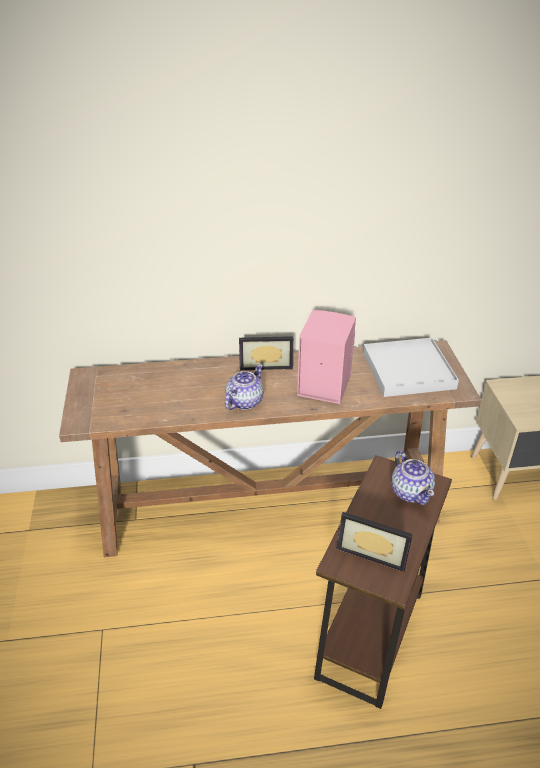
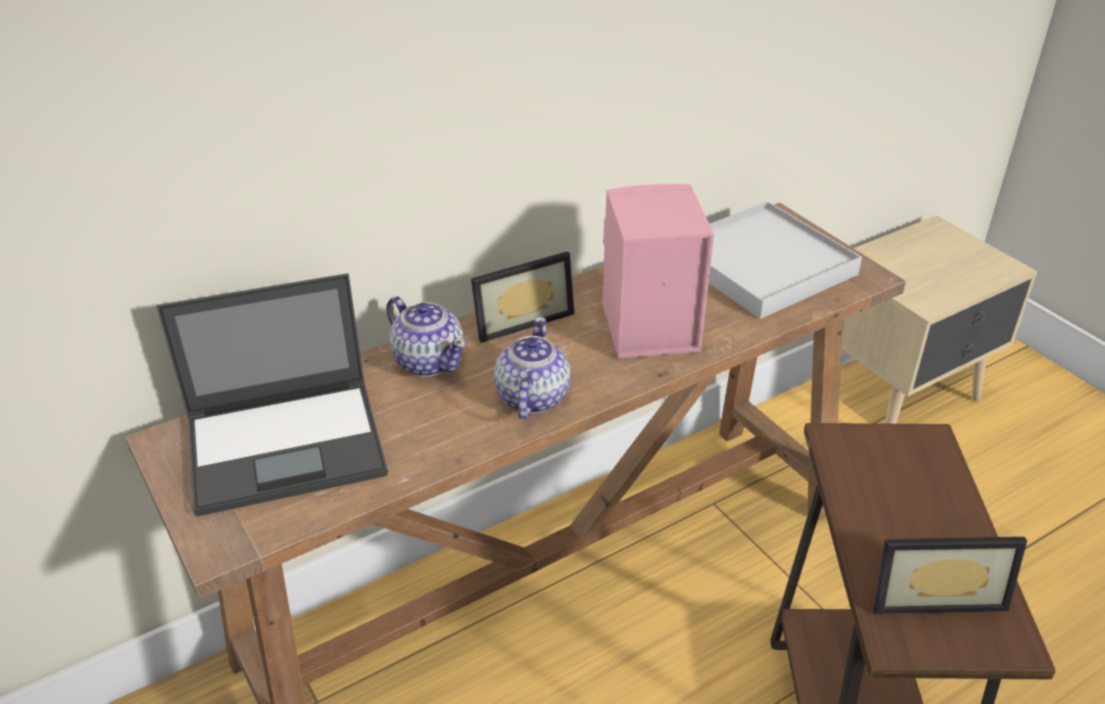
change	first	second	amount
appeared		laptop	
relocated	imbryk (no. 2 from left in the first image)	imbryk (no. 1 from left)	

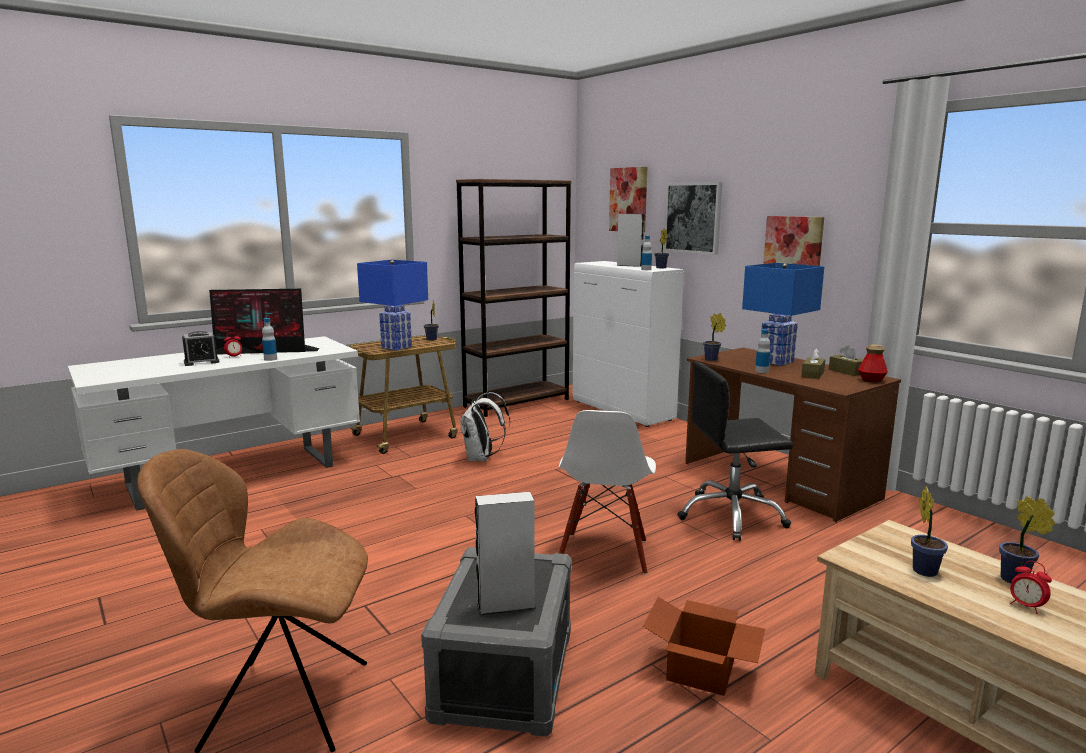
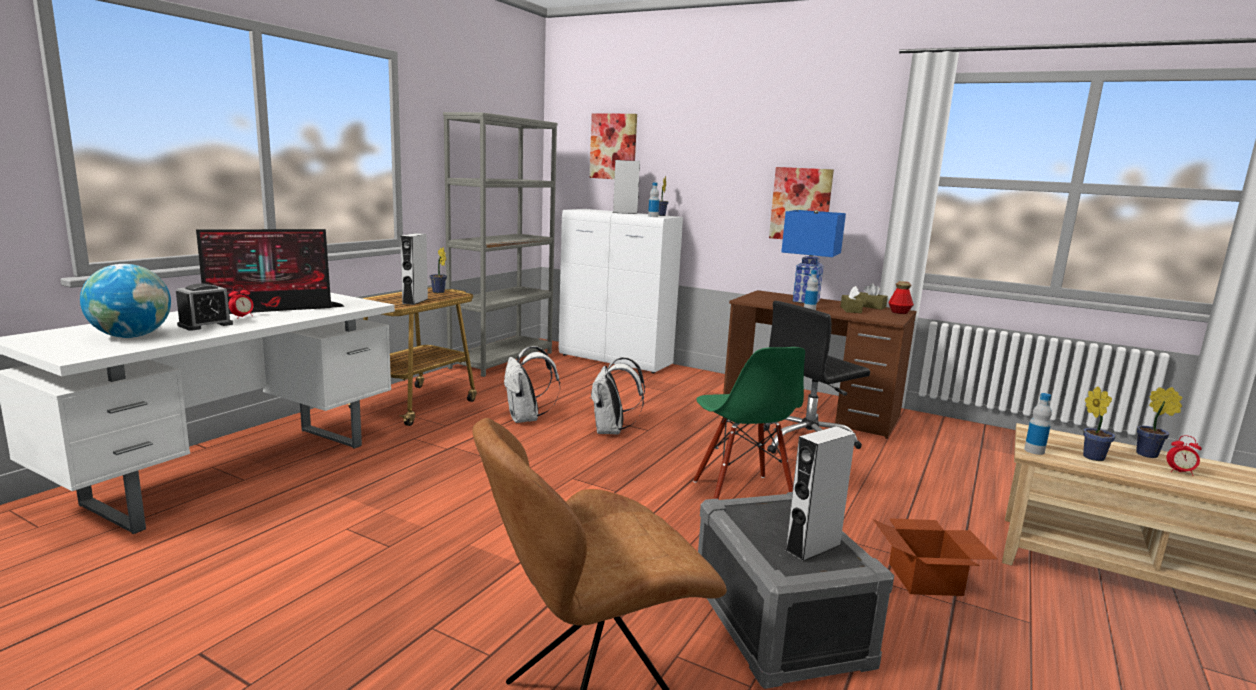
change	first	second	amount
missing	obraz (no. 2 from left)		
missing	roślina doniczkowa (no. 3 from left)		
appeared		globus	
appeared		plecak (biały) (no. 2 from left)	
relocated	butelka (no. 1 from left in the first image)	butelka (no. 4 from left)	
exchanged	lampa stołowa (niebieski) (no. 1 from left)	głośnik (szary) (no. 1 from left)	
colour	regał (brązowy)	regał (szary)	
colour	krzesło (biały)	krzesło (zielony)	

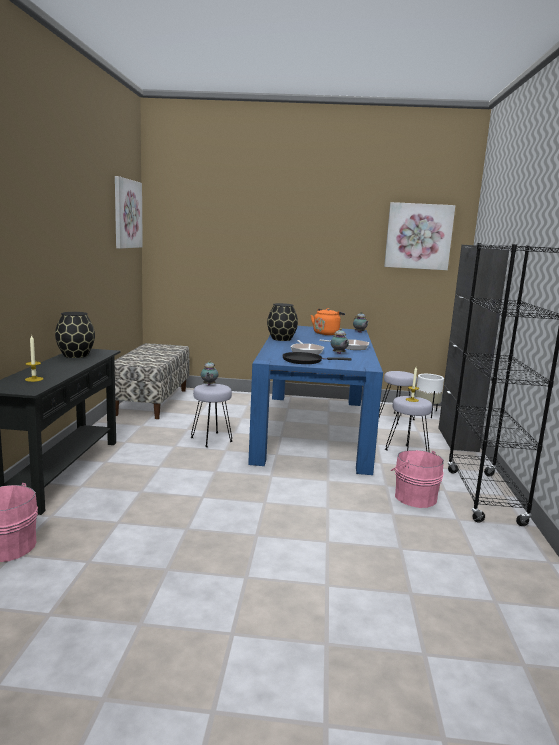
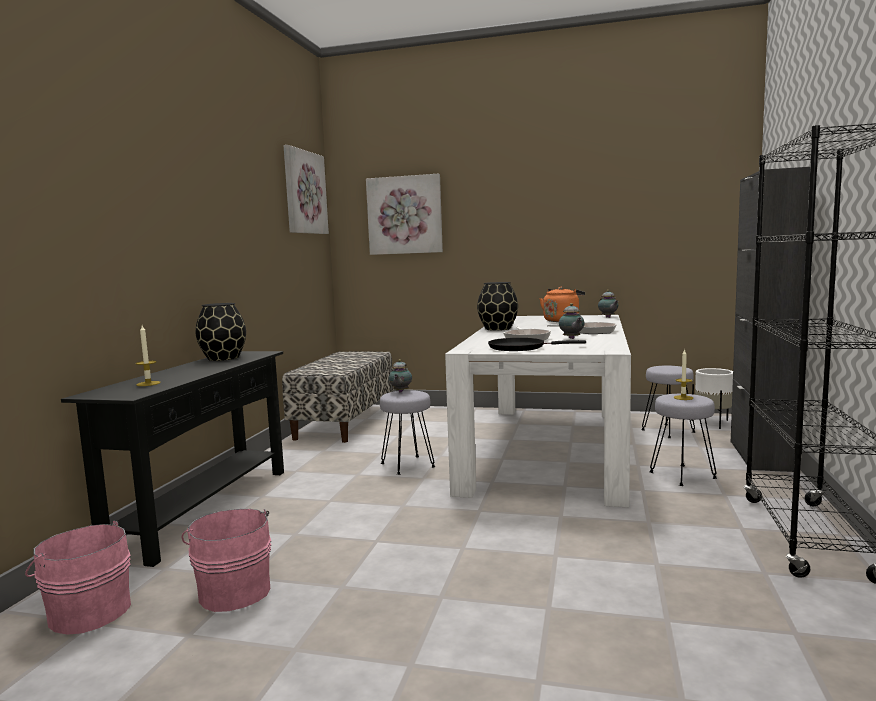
change	first	second	amount
relocated	obraz (no. 2 from left)		
relocated	wiadro (różowy) (no. 2 from left)		
colour	stół jadalny (niebieski)	stół jadalny (biały)	

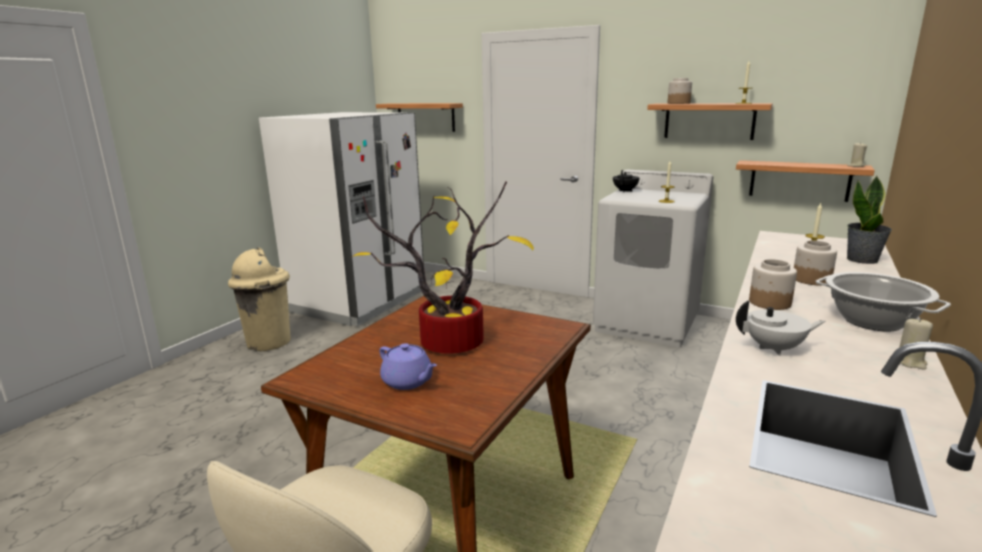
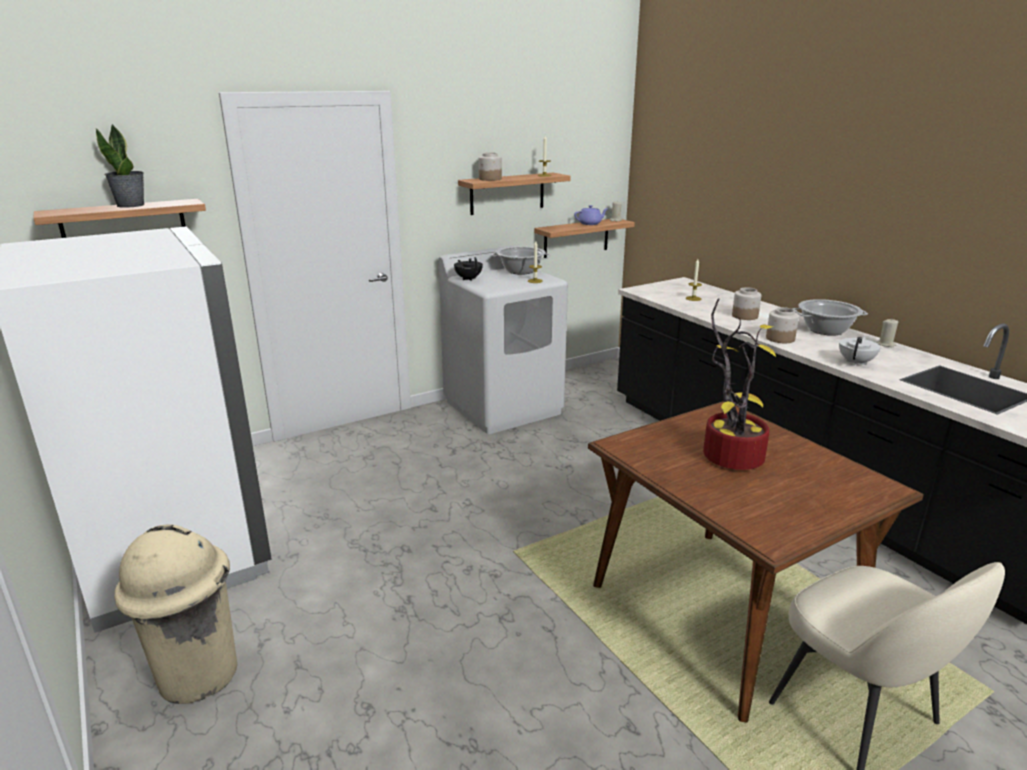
change	first	second	amount
appeared		garnek (no. 1 from left)	
relocated	imbryk (fioletowy)		
relocated	roślina doniczkowa (no. 2 from left in the first image)	roślina doniczkowa (no. 1 from left)	

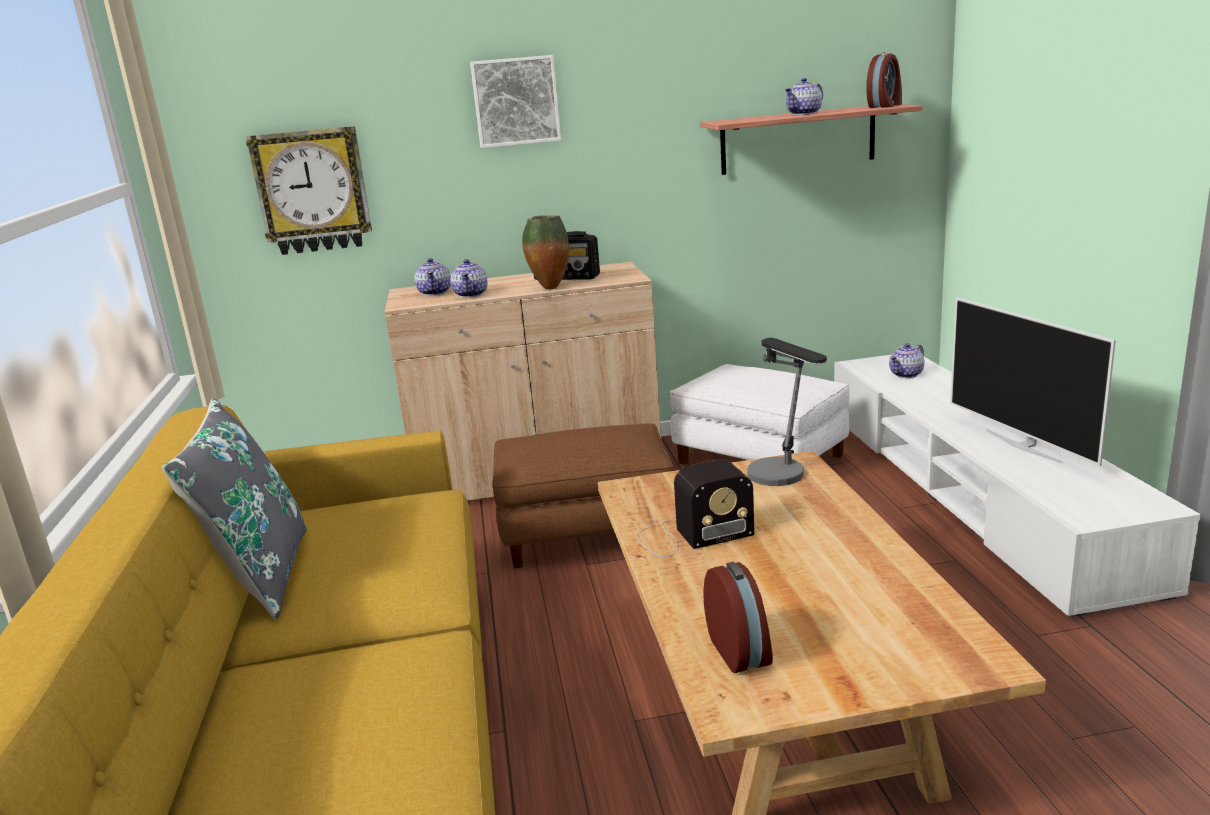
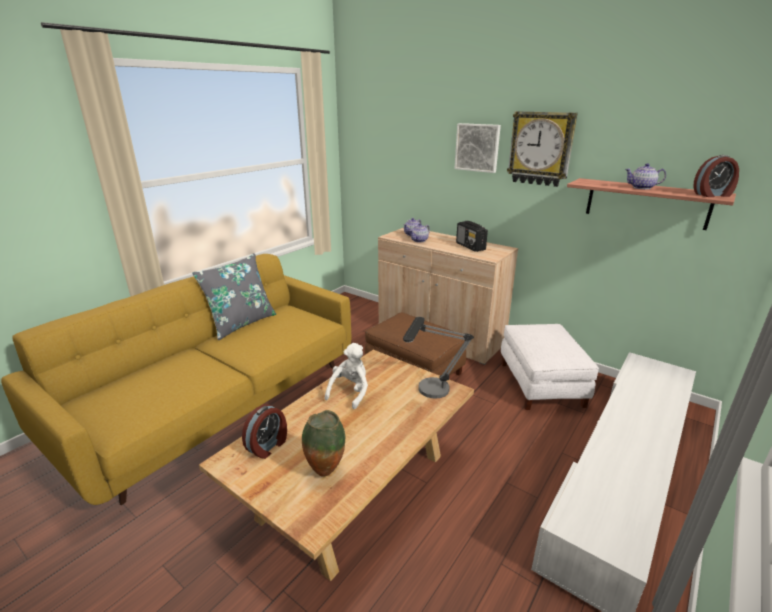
change	first	second	amount
missing	imbryk (no. 4 from left)		
missing	telewizor		
relocated	zegar ścienny		
relocated	wazon		
exchanged	radio (no. 2 from left)	pluszak (biały)	

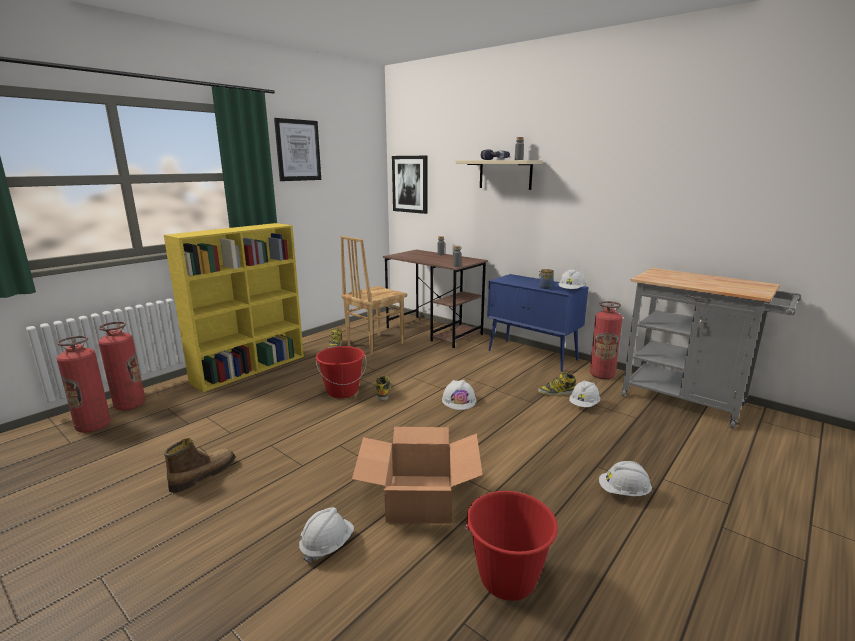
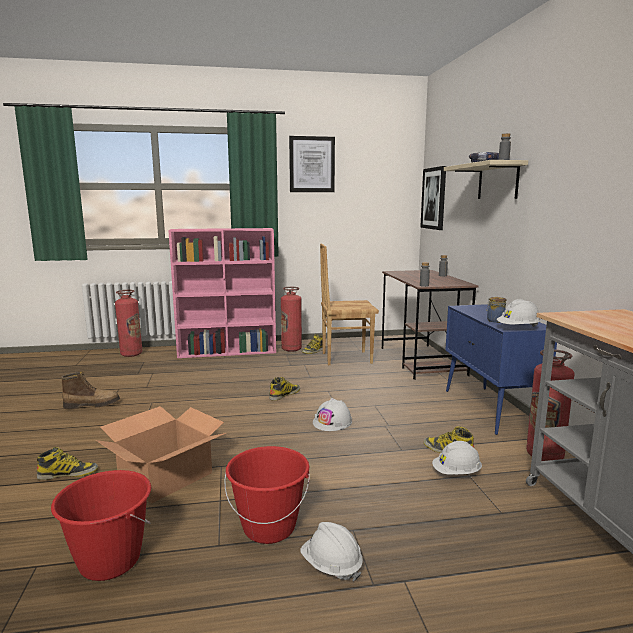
change	first	second	amount
relocated	gaśnica (no. 1 from left in the first image)	gaśnica (no. 2 from left)	
relocated	wiadro (czerwony) (no. 1 from left in the first image)	wiadro (czerwony) (no. 2 from left)	
exchanged	kask (biały) (no. 1 from left)	but z cholewką (no. 1 from left)	
colour	regał (żółty)	regał (różowy)	

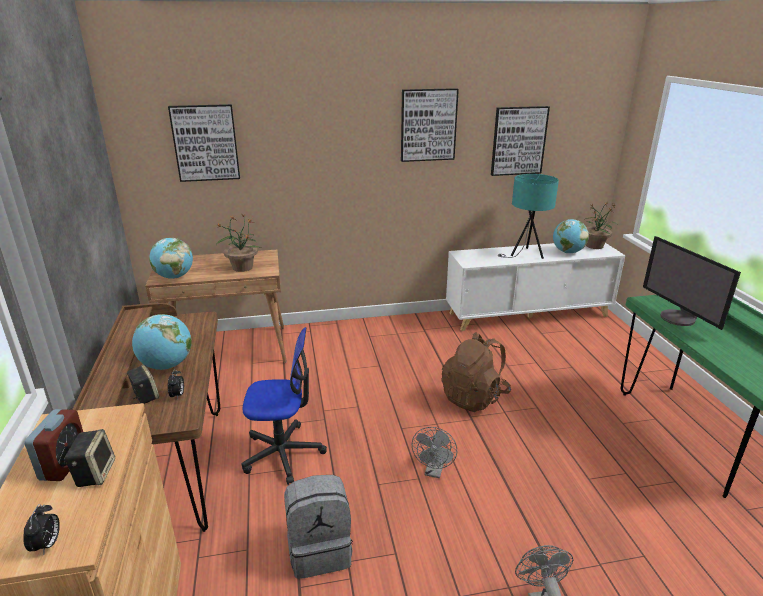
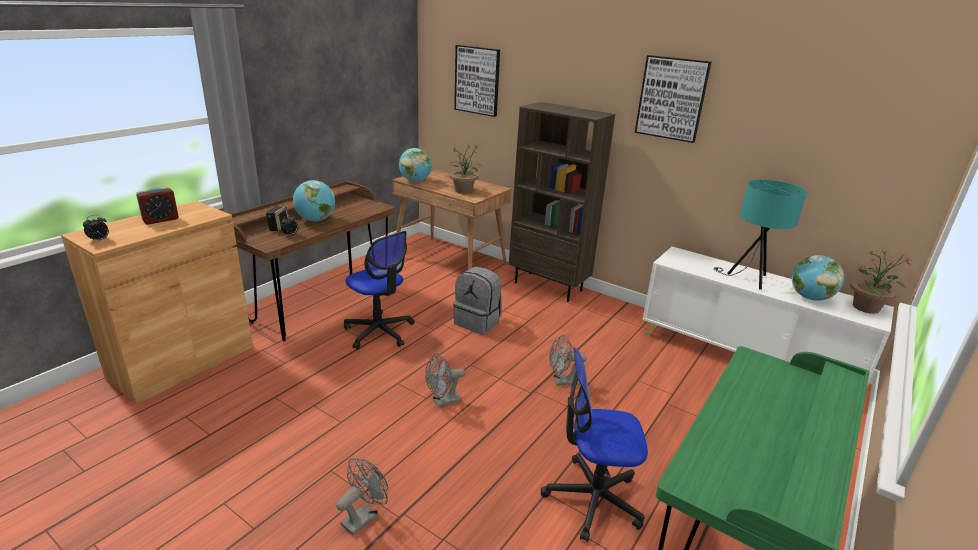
change	first	second	amount
missing	głośnik (no. 1 from left)		
missing	obraz (no. 3 from left)		
missing	monitor		
appeared		regał (brązowy)	
appeared		krzesło biurowe (no. 2 from left)	
relocated	plecak (szary)		
exchanged	plecak (brązowy)	wentylator (szary) (no. 3 from left)	

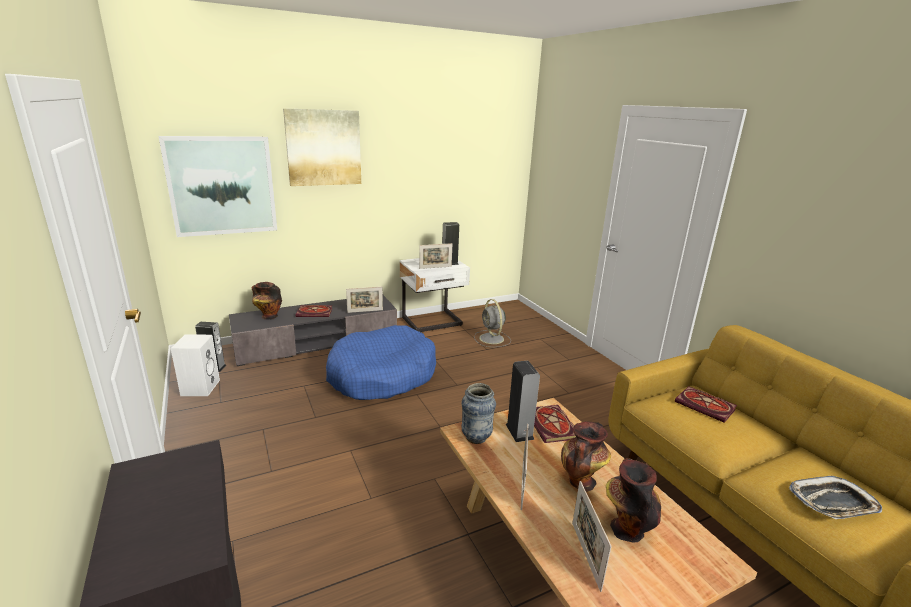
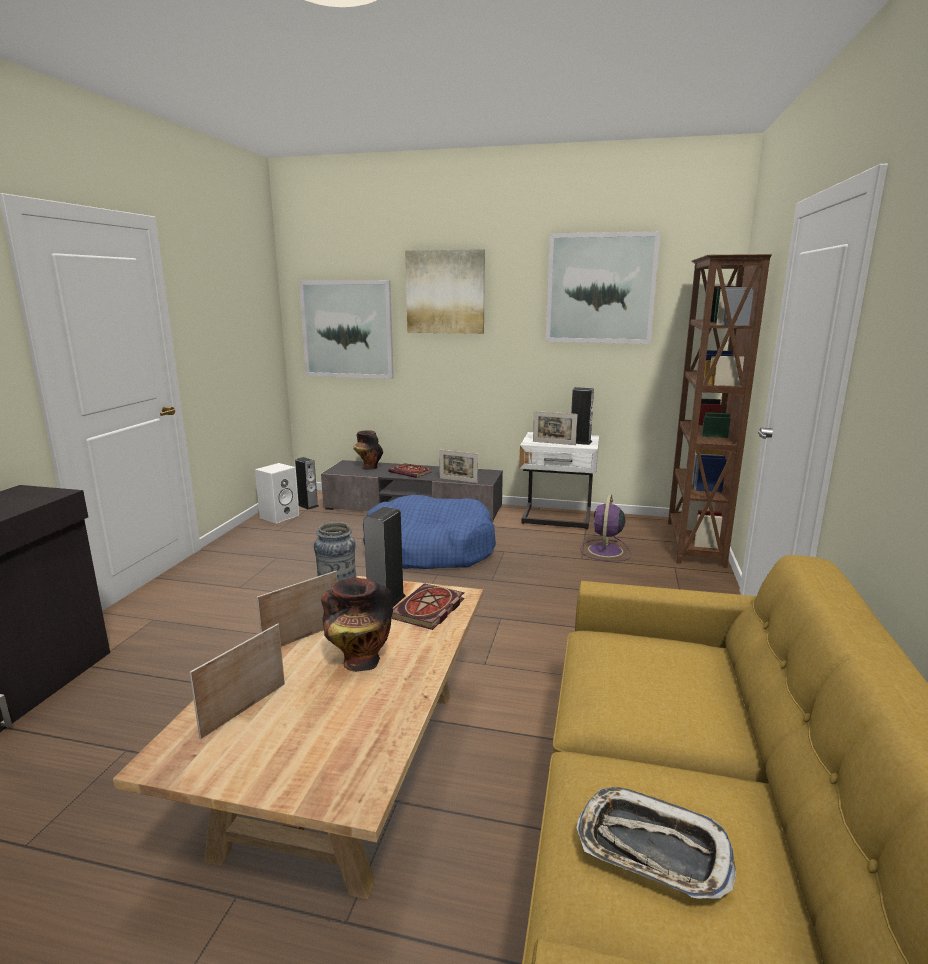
change	first	second	amount
missing	wazon (no. 4 from left)		
missing	książka (no. 3 from left)		
appeared		obraz (no. 3 from left)	
appeared		regał (brązowy)	
colour	wentylator (szary)	wentylator (fioletowy)	

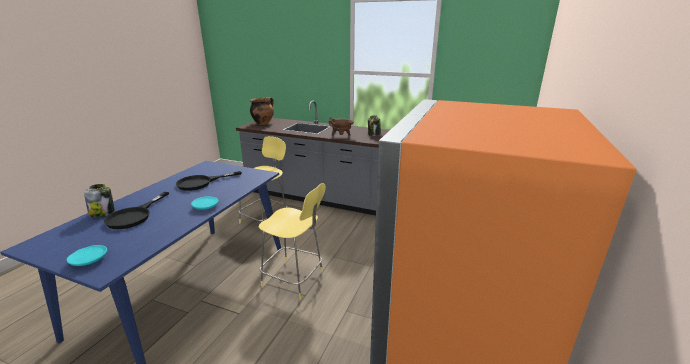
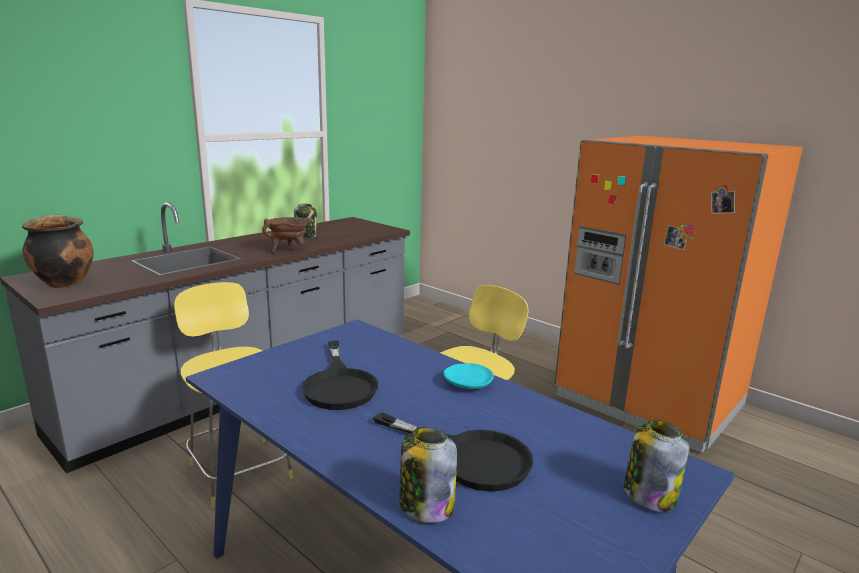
change	first	second	amount
exchanged	talerz (turkusowy) (no. 1 from left)	słoik (no. 3 from left)	

